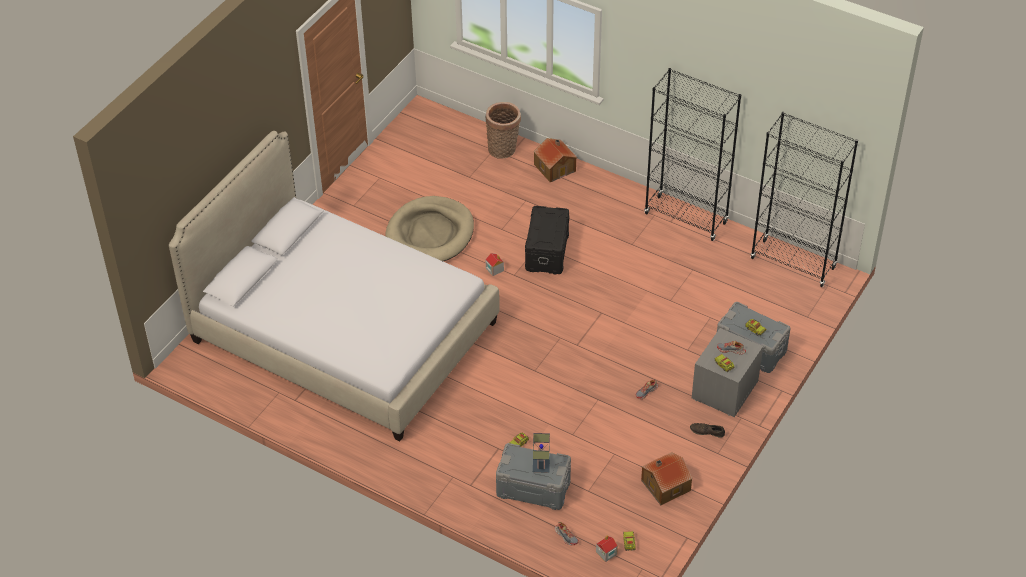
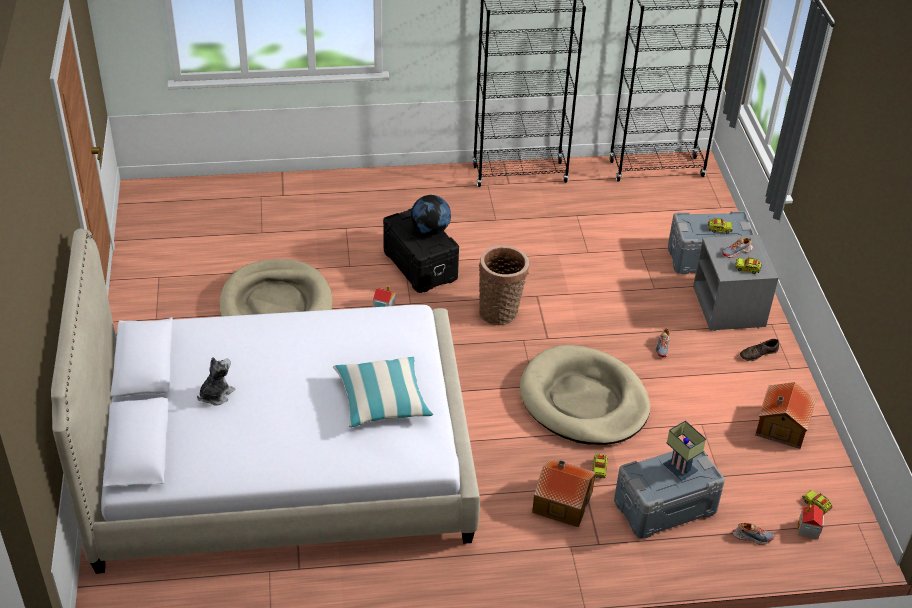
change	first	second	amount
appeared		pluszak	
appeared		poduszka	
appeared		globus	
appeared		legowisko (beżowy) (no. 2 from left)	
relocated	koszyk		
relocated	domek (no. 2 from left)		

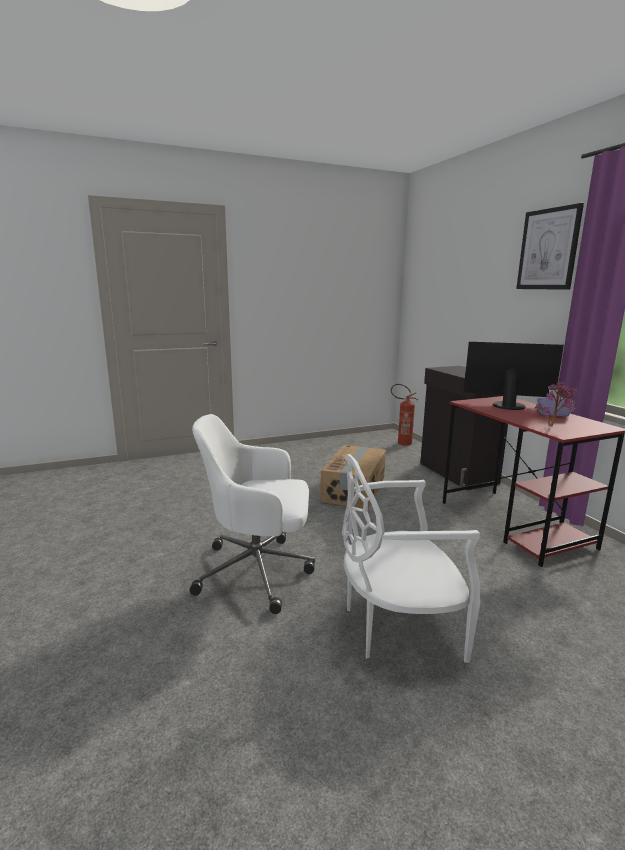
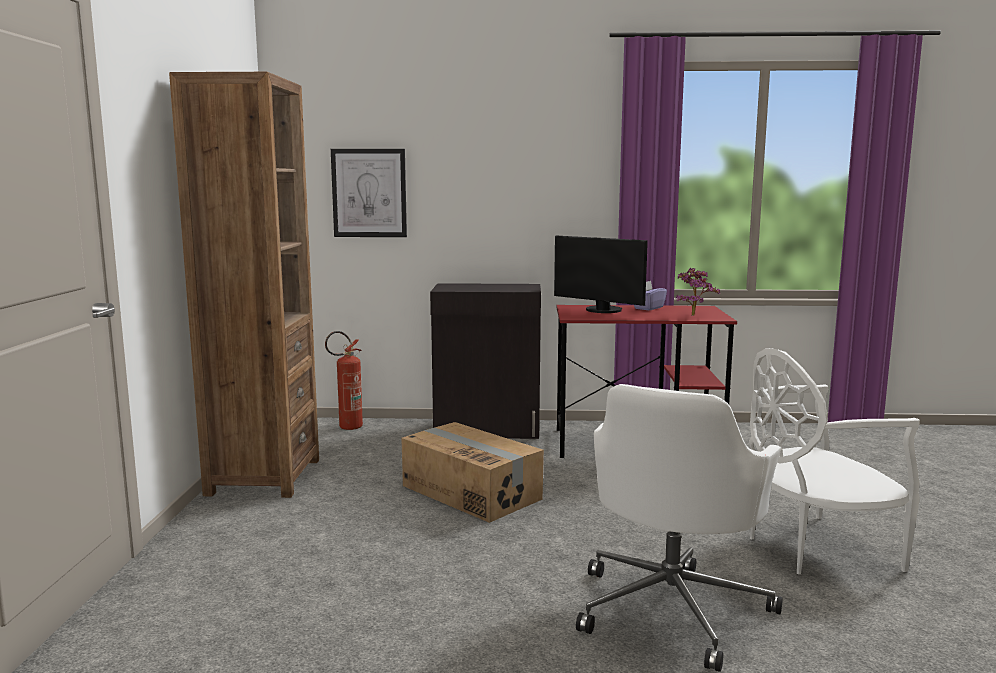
change	first	second	amount
appeared		regał (brązowy)	
relocated	obraz		
spun	krzesło (biały)		60 degrees clockwise
spun	monitor		90 degrees counterclockwise

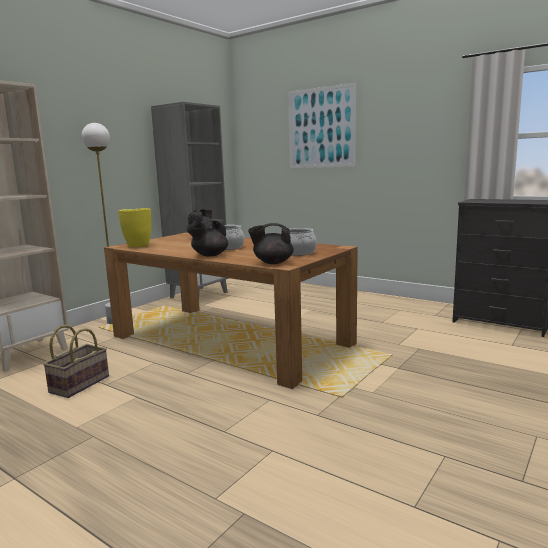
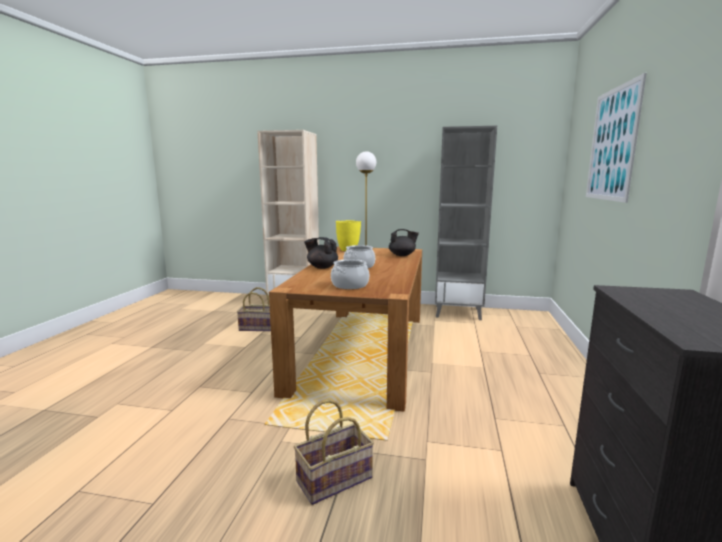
change	first	second	amount
missing	imbryk (czarny) (no. 3 from left)		
appeared		koszyk (no. 2 from left)	

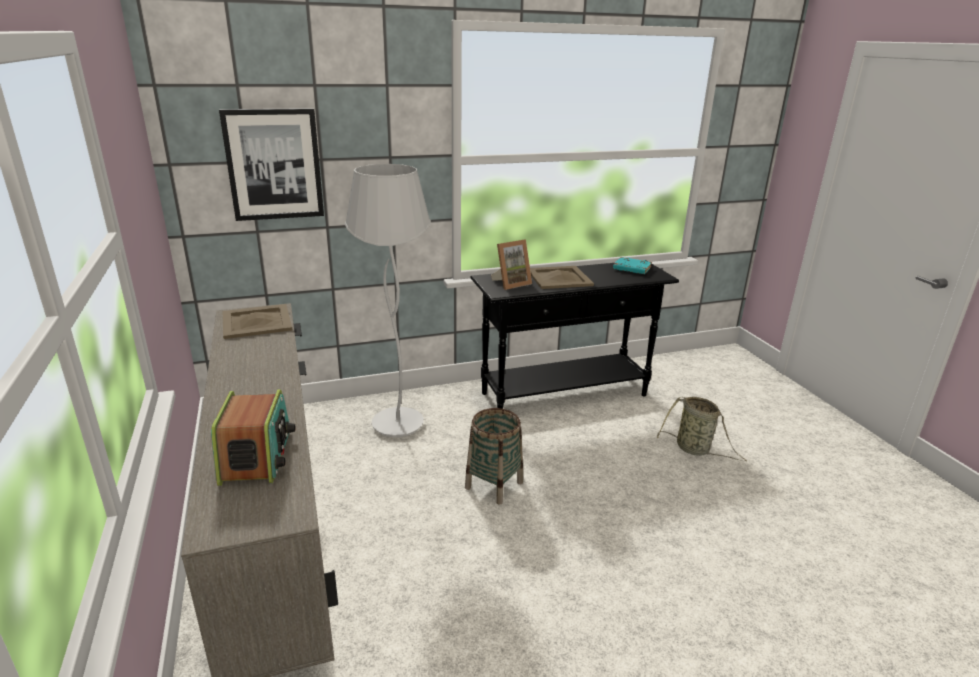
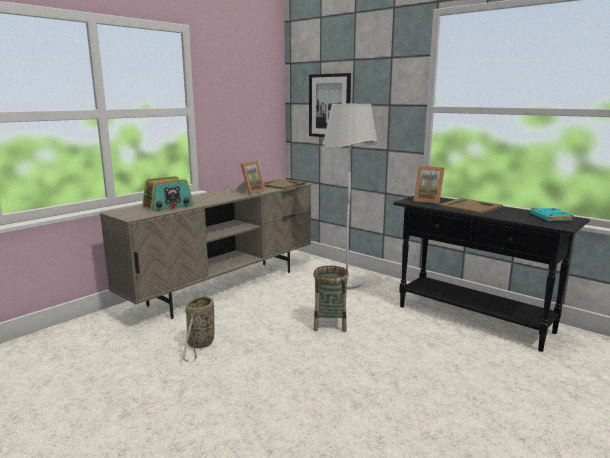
change	first	second	amount
appeared		ramka na zdjęcie (no. 1 from left)	
relocated	koszyk (no. 2 from left in the first image)	koszyk (no. 1 from left)	

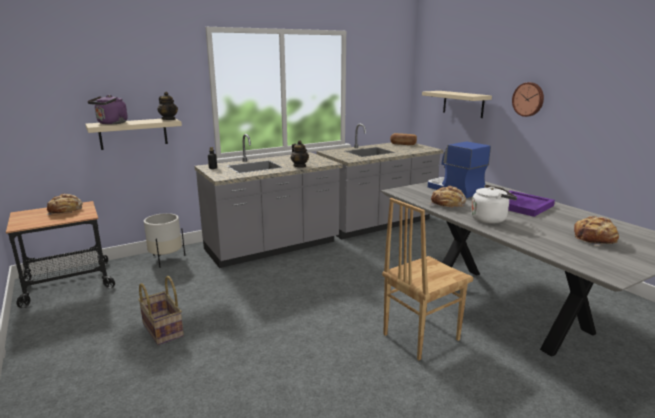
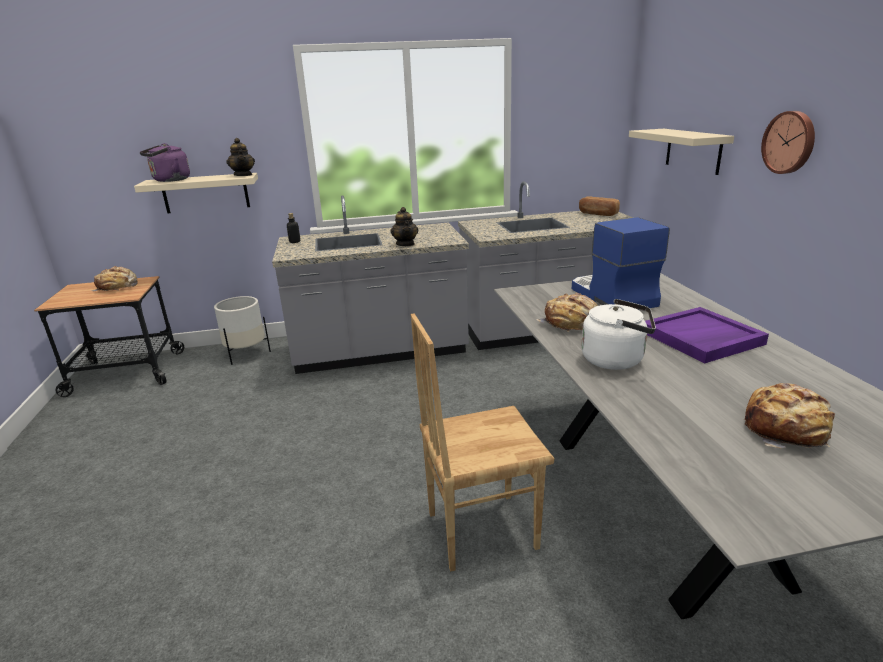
change	first	second	amount
missing	koszyk		

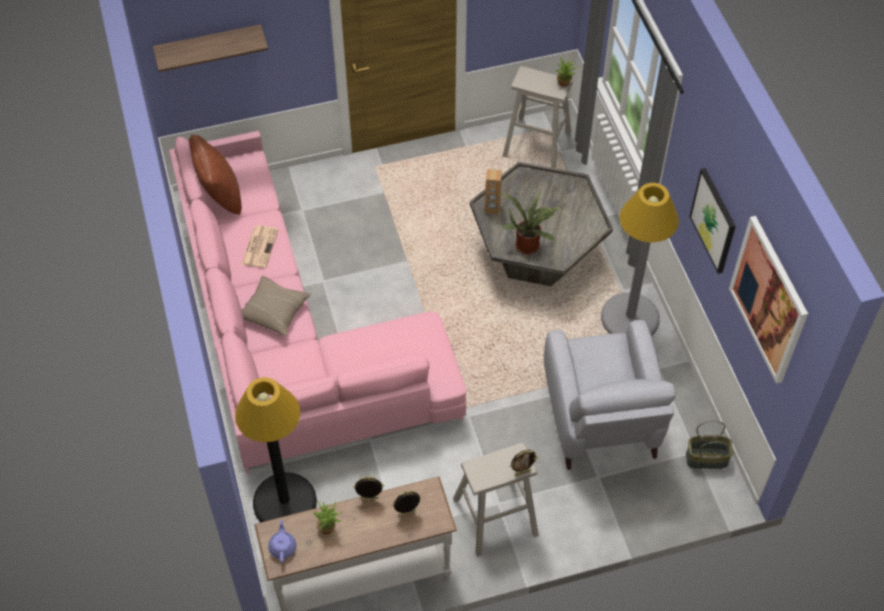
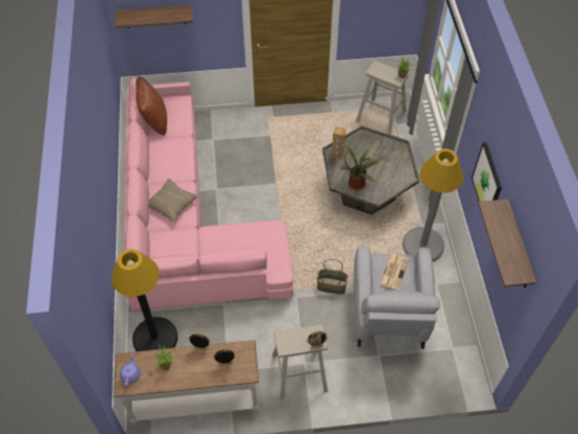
change	first	second	amount
relocated	gazeta		
relocated	koszyk		
exchanged	obraz (no. 2 from left)	półka (no. 2 from left)	

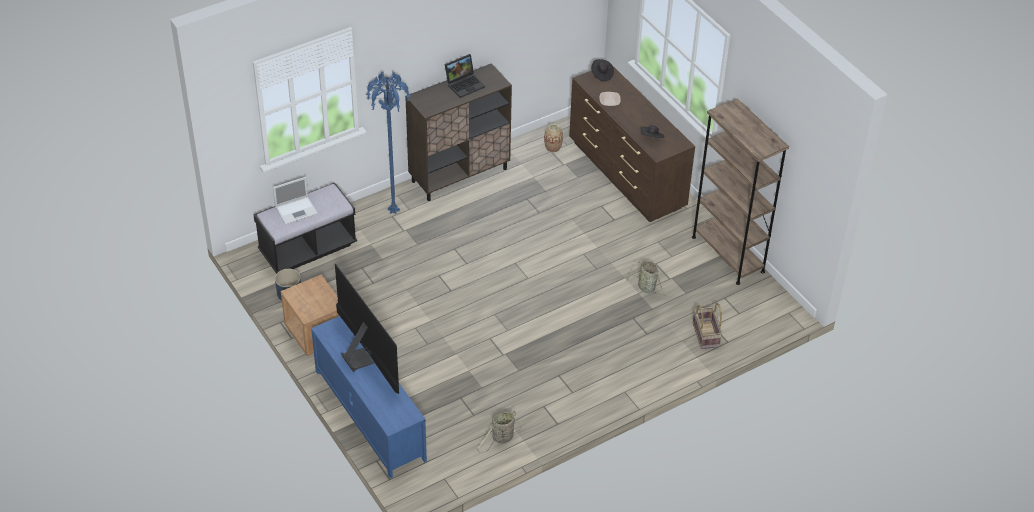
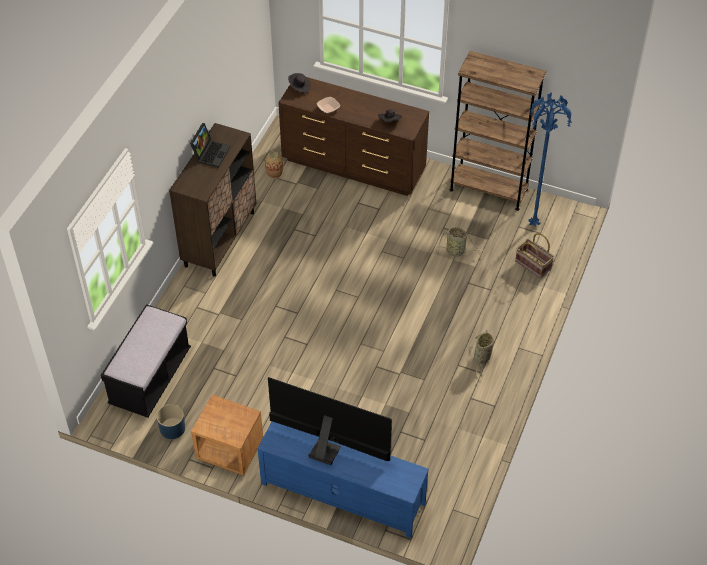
change	first	second	amount
missing	laptop (no. 1 from left)		
relocated	lampa stojąca (niebieski)		
relocated	koszyk (no. 1 from left in the first image)	koszyk (no. 2 from left)	

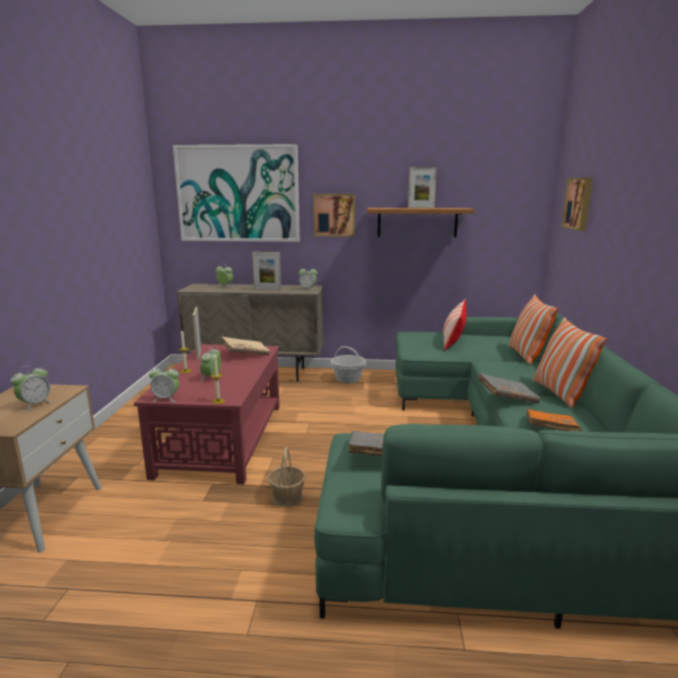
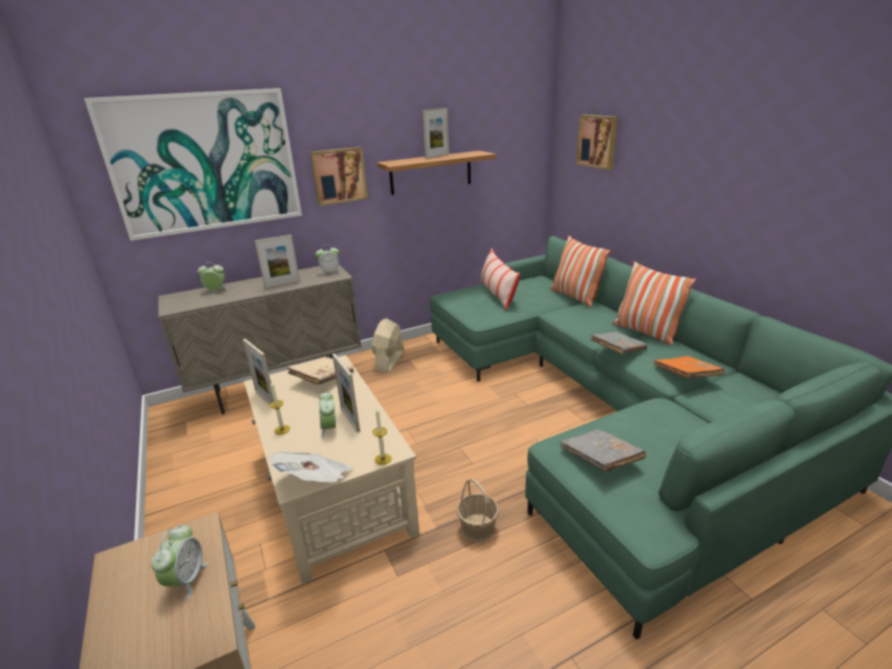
change	first	second	amount
appeared		ramka na zdjęcie (no. 3 from left)	
exchanged	budzik (no. 2 from left)	gazeta	
exchanged	koszyk (no. 2 from left)	wentylator (beżowy)	
colour	ława (czerwony)	ława (beżowy)	

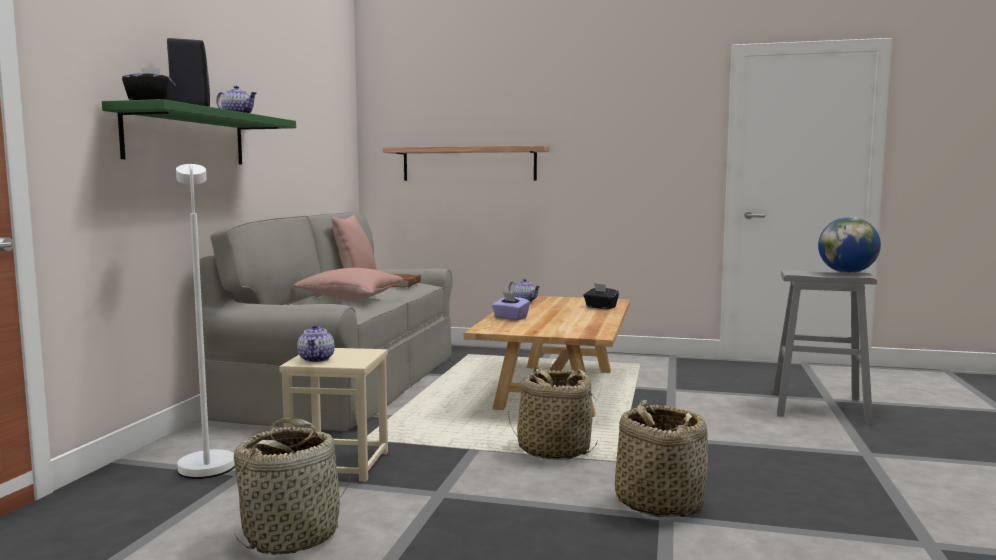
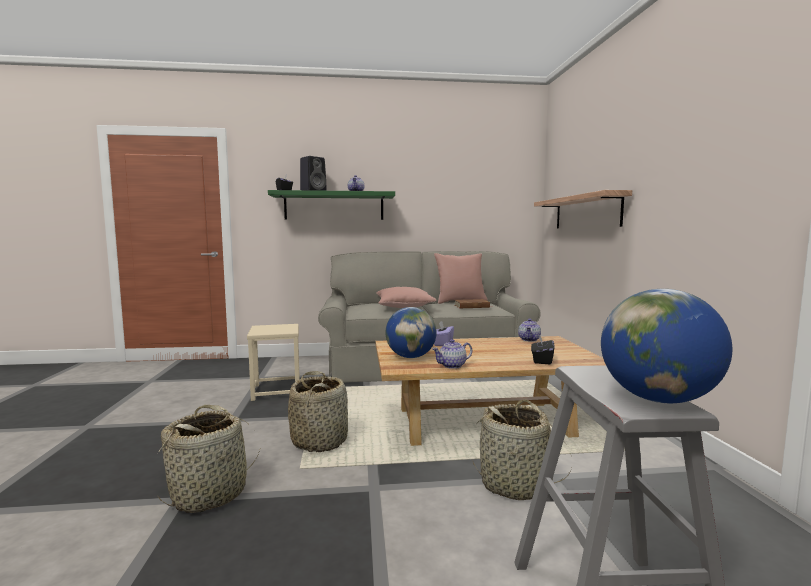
change	first	second	amount
missing	lampa stojąca (biały)		
appeared		globus (no. 1 from left)	
relocated	koszyk (no. 1 from left in the first image)	koszyk (no. 3 from left)	
relocated	imbryk (no. 2 from left)		

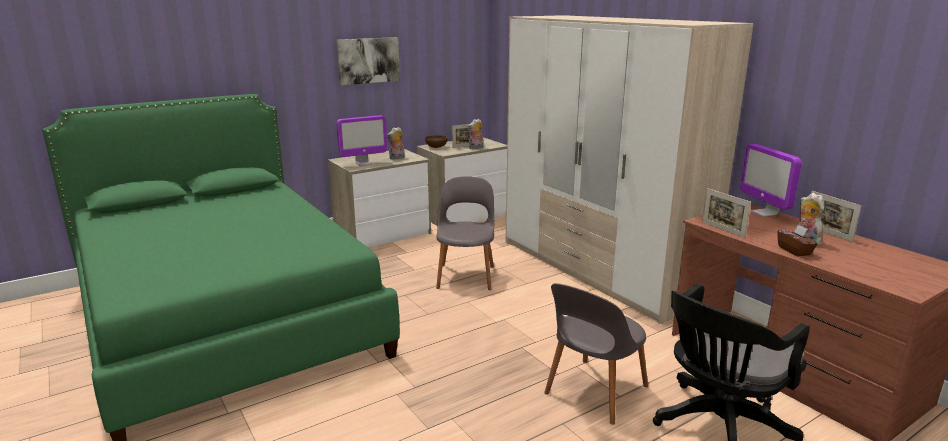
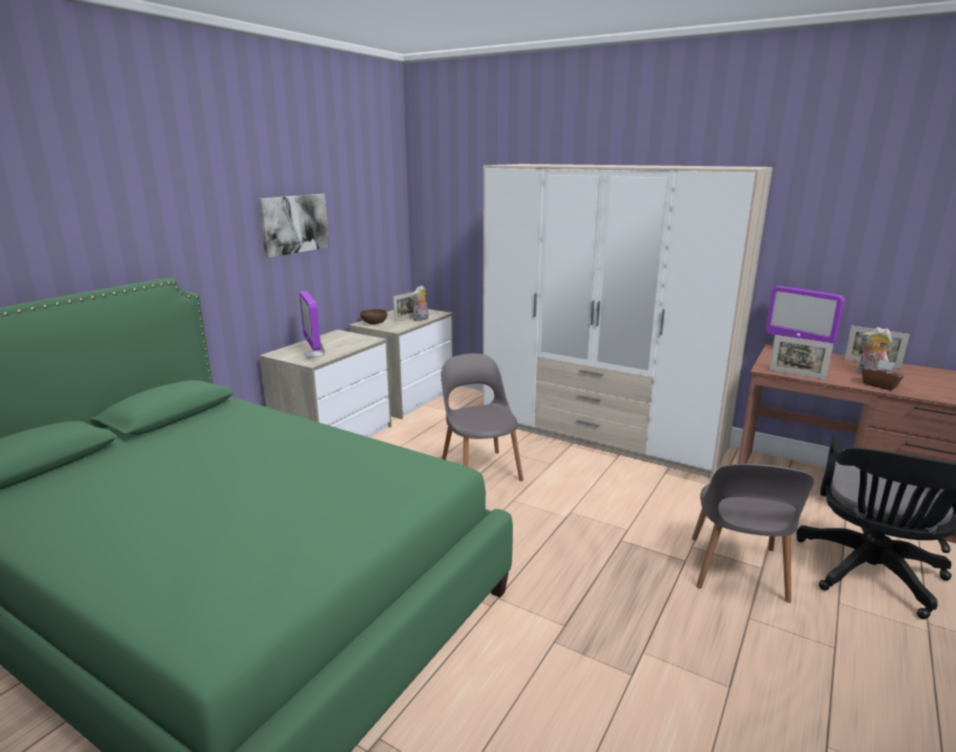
change	first	second	amount
missing	pluszak (no. 1 from left)		
spun	monitor (no. 1 from left)		120 degrees clockwise

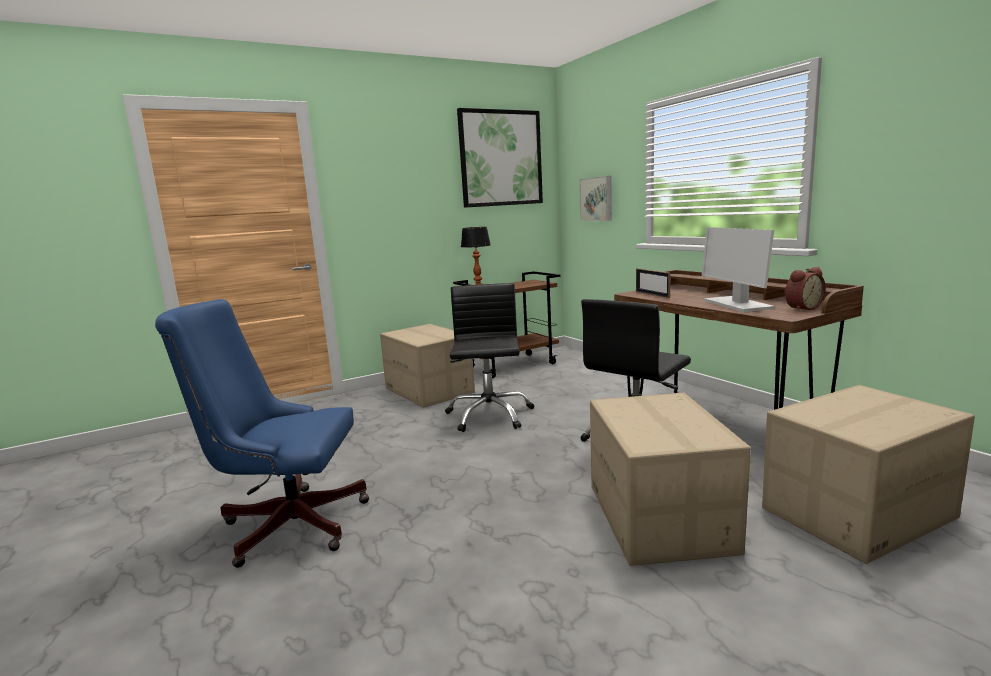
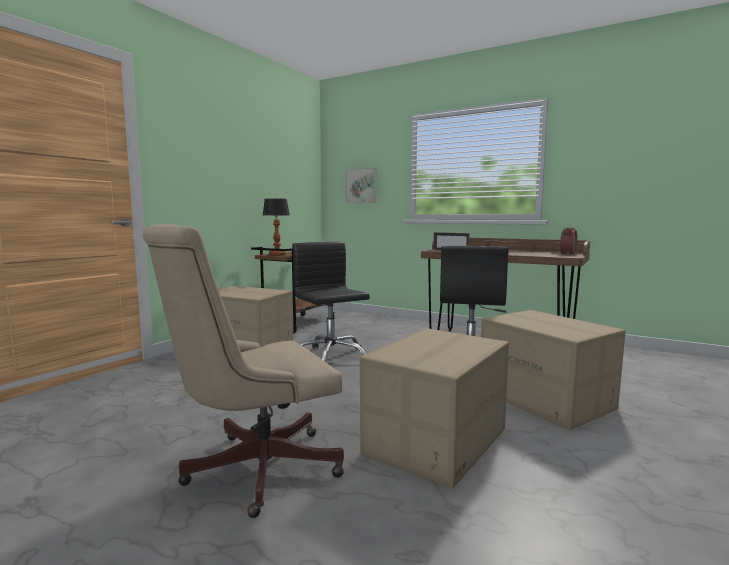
change	first	second	amount
missing	obraz (no. 1 from left)		
missing	monitor		
relocated	karton (no. 3 from left in the first image)	karton (no. 2 from left)	
colour	krzesło biurowe (niebieski)	krzesło biurowe (beżowy)	

